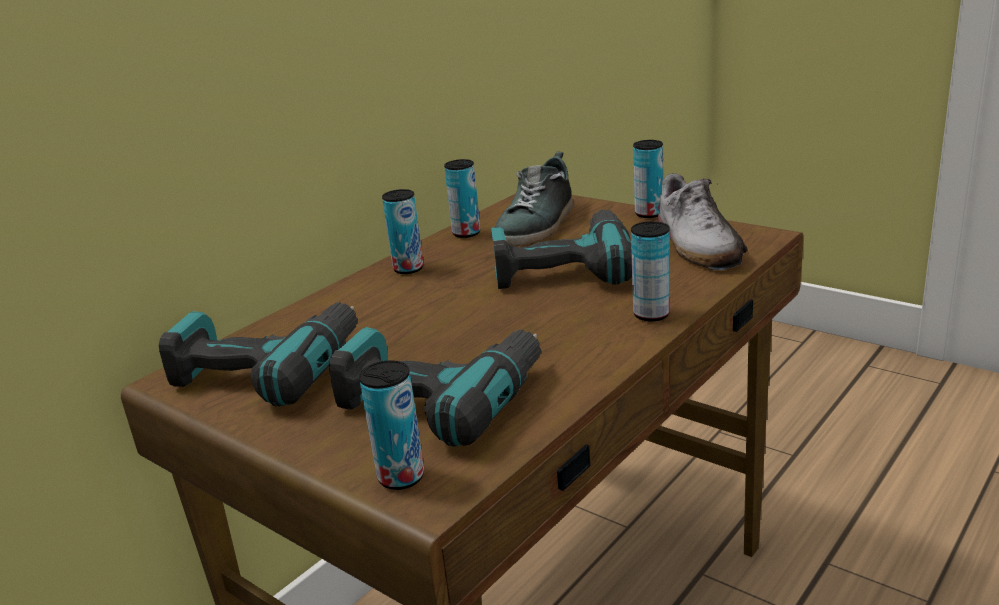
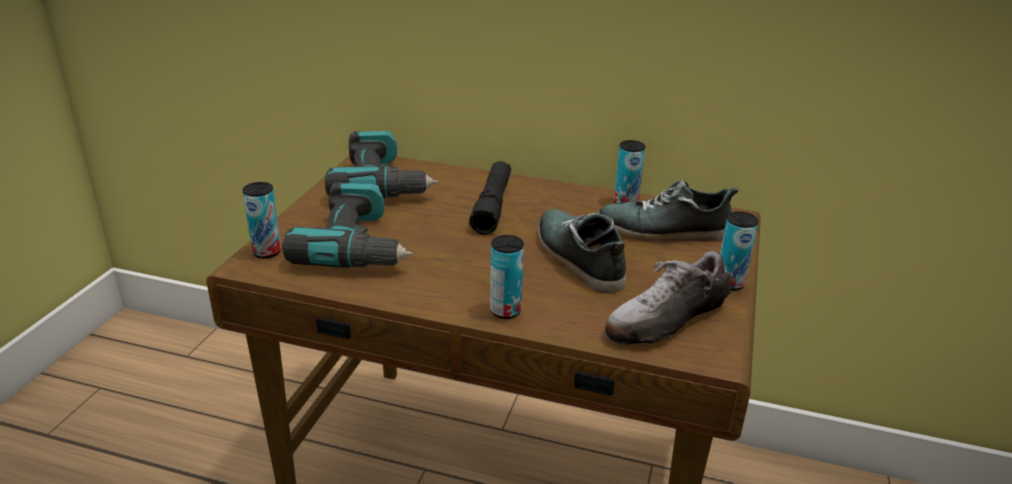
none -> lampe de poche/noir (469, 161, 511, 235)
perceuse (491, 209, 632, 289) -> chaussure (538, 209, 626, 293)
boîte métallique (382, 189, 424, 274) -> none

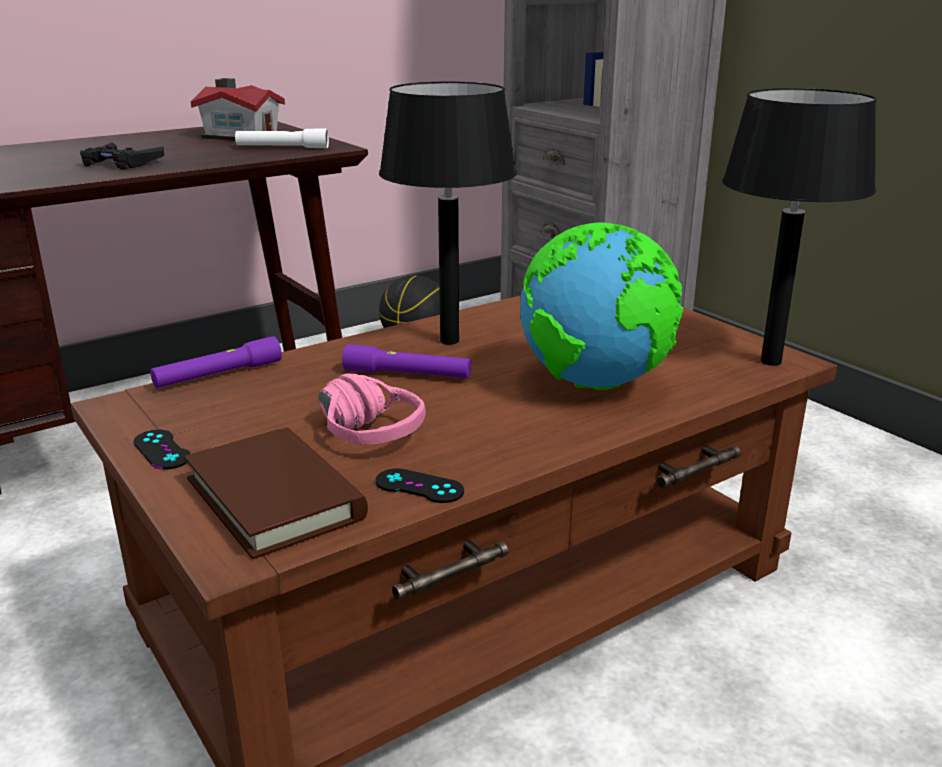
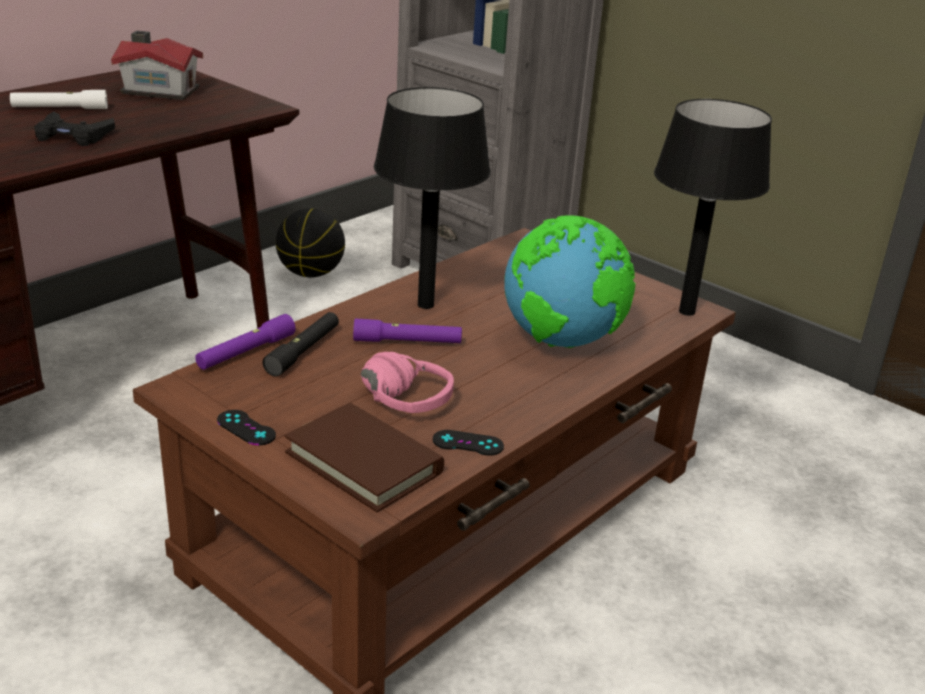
lampe de poche/blanc (235, 129, 329, 148) -> lampe de poche/blanc (10, 90, 107, 109), relocated
none -> lampe de poche/noir (263, 312, 339, 376)

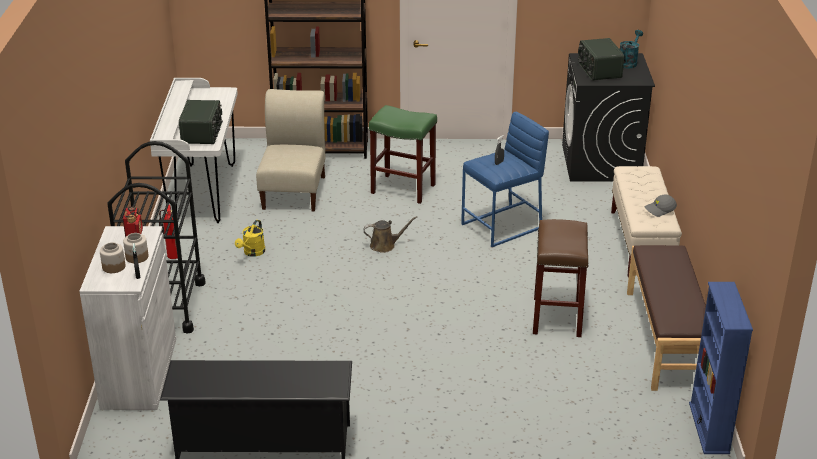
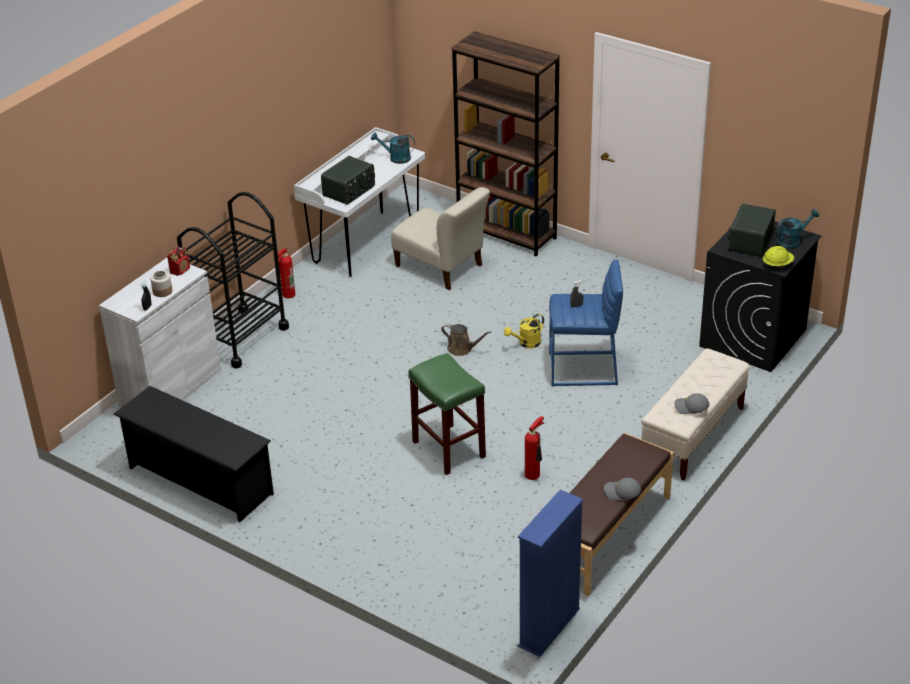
none -> arrosoir/turquoise (371, 132, 415, 164)
chaise/beige (256, 89, 325, 212) -> chaise/beige (391, 187, 490, 290), 90 degrees clockwise
tabouret/vert (369, 105, 437, 204) -> tabouret/vert (408, 353, 486, 475), relocated
arrosoir/jaune (235, 220, 265, 257) -> arrosoir/jaune (504, 314, 544, 348), relocated
tabouret/marron (533, 219, 589, 337) -> extincteur (525, 416, 544, 480)
none -> casquette/gris (604, 478, 641, 500)
none -> casque de chantier/jaune (763, 246, 794, 269)
bocal (100, 242, 125, 273) -> none

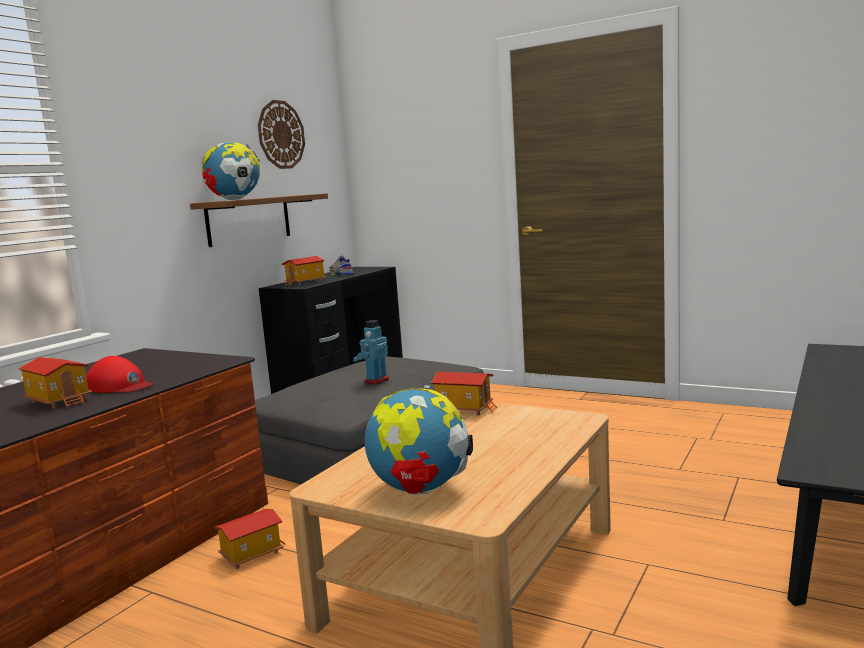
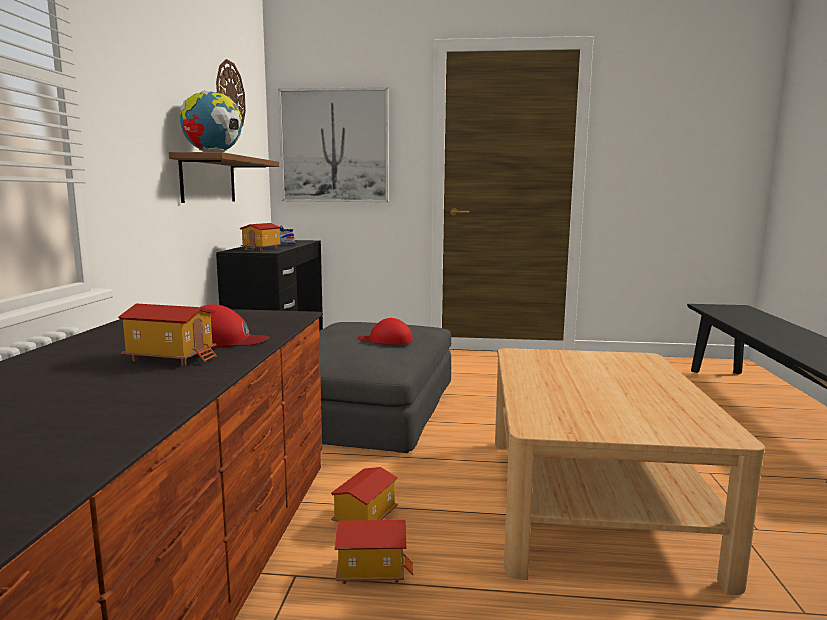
none -> tableau (278, 87, 389, 202)
maison miniature (431, 372, 497, 415) -> maison miniature (335, 520, 414, 584), relocated
robot jouet (353, 320, 389, 385) -> casquette/rouge (358, 318, 413, 345)
globe (365, 385, 473, 495) -> none

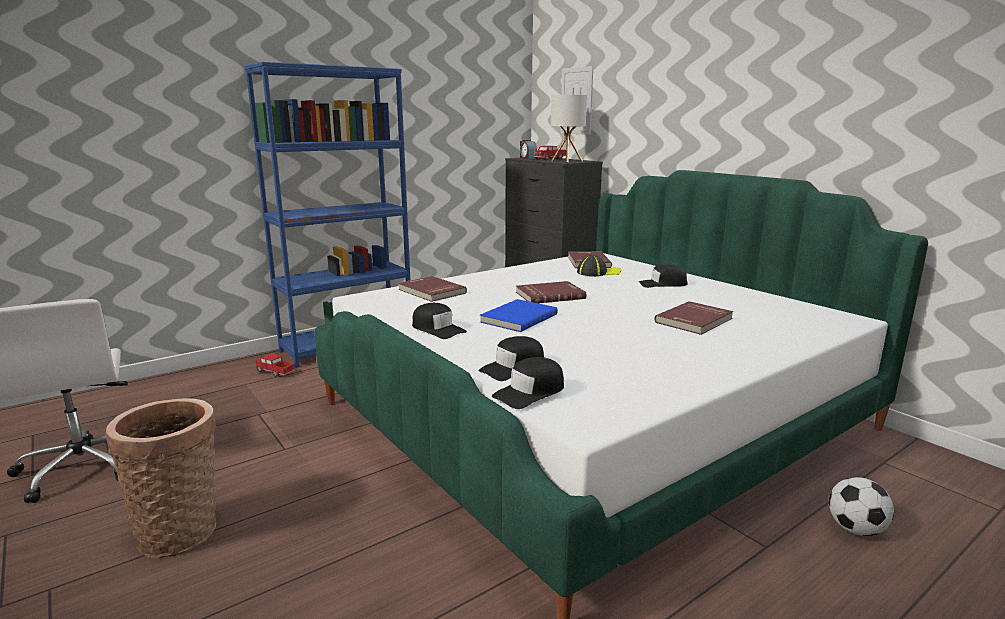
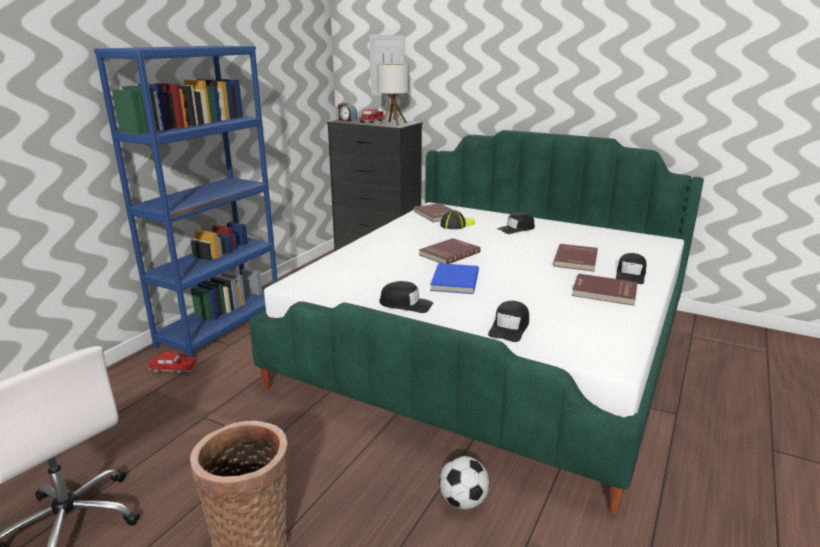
ballon de foot (829, 477, 894, 536) -> ballon de foot (439, 456, 490, 509), relocated
livre/rouge (398, 276, 467, 302) -> livre/rouge (572, 274, 638, 306), relocated
casquette/noir (492, 357, 564, 409) -> casquette/noir (616, 253, 646, 284), relocated

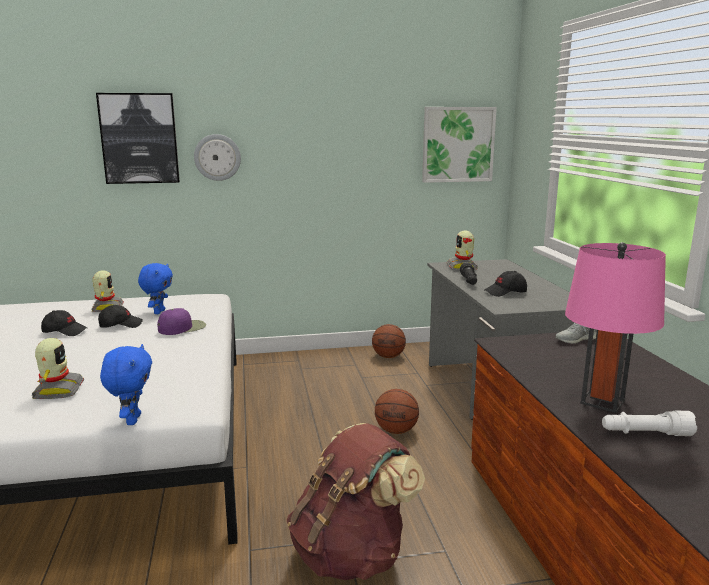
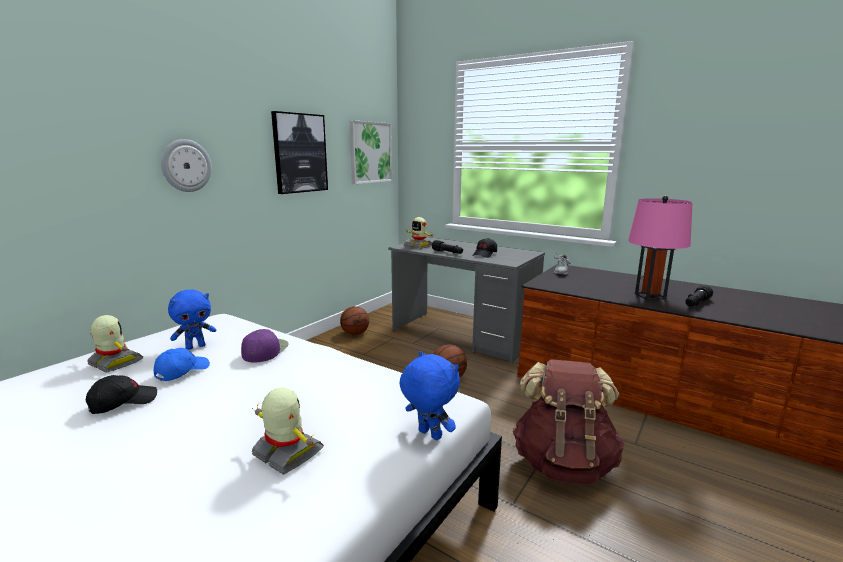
casquette/noir (98, 305, 143, 328) -> casquette/bleu (154, 348, 210, 381)
peluche/bleu (138, 263, 173, 314) -> peluche/bleu (168, 289, 216, 350), 90 degrees clockwise
tableau (96, 93, 180, 184) -> tableau (271, 111, 328, 194), relocated
lampe de poche/blanc (602, 411, 697, 436) -> lampe de poche/noir (685, 285, 713, 306)

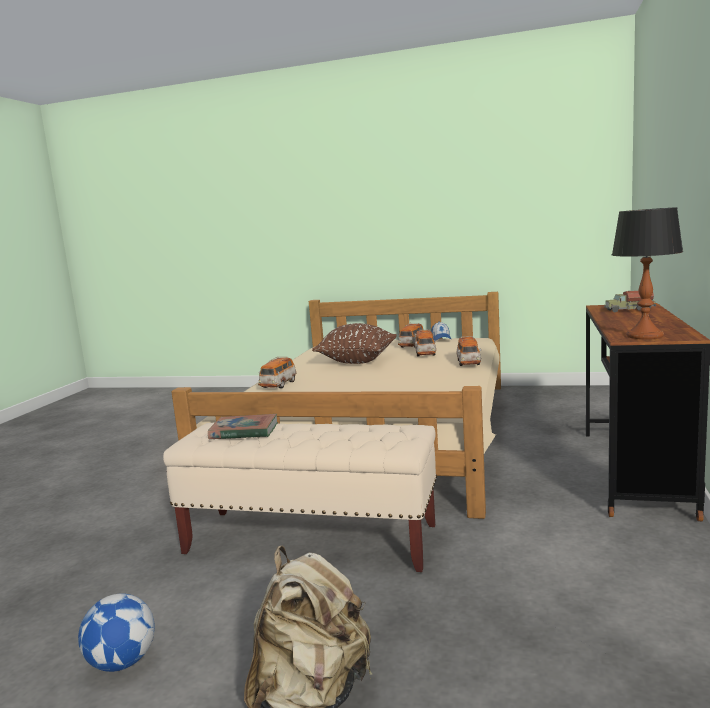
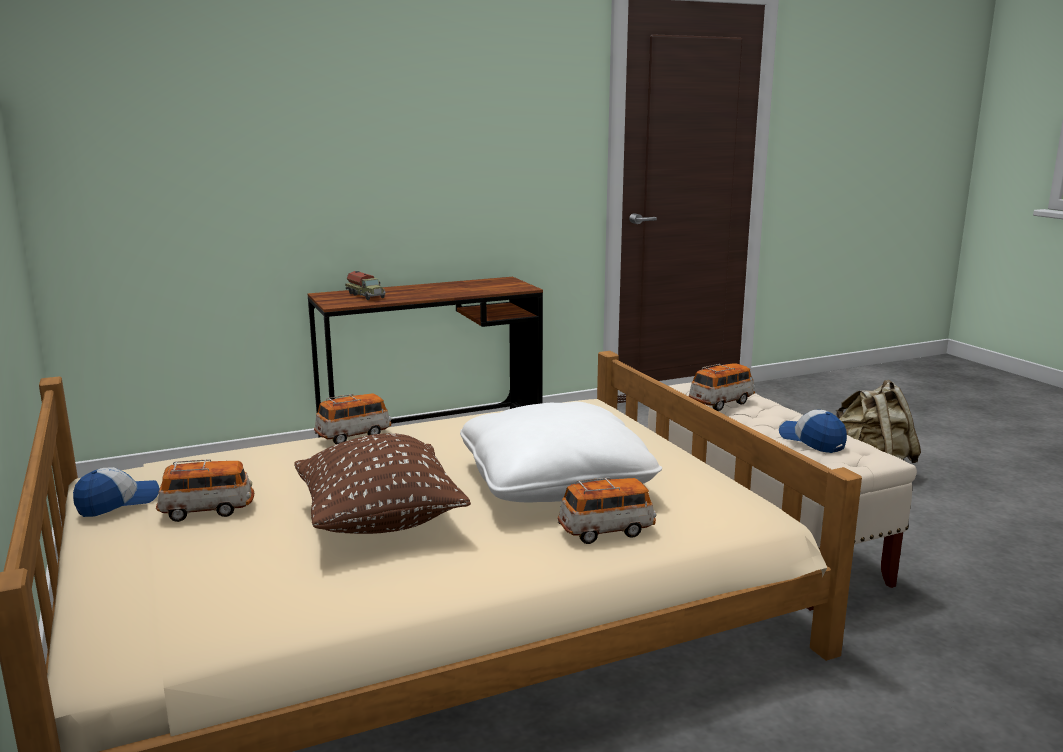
none -> coussin/blanc (460, 402, 662, 502)
petite voiture (415, 329, 436, 357) -> petite voiture (689, 363, 755, 411), relocated
livre (208, 414, 278, 439) -> casquette (779, 410, 847, 453)
ballon de foot (78, 594, 155, 672) -> none
lampe de table (612, 207, 683, 339) -> none

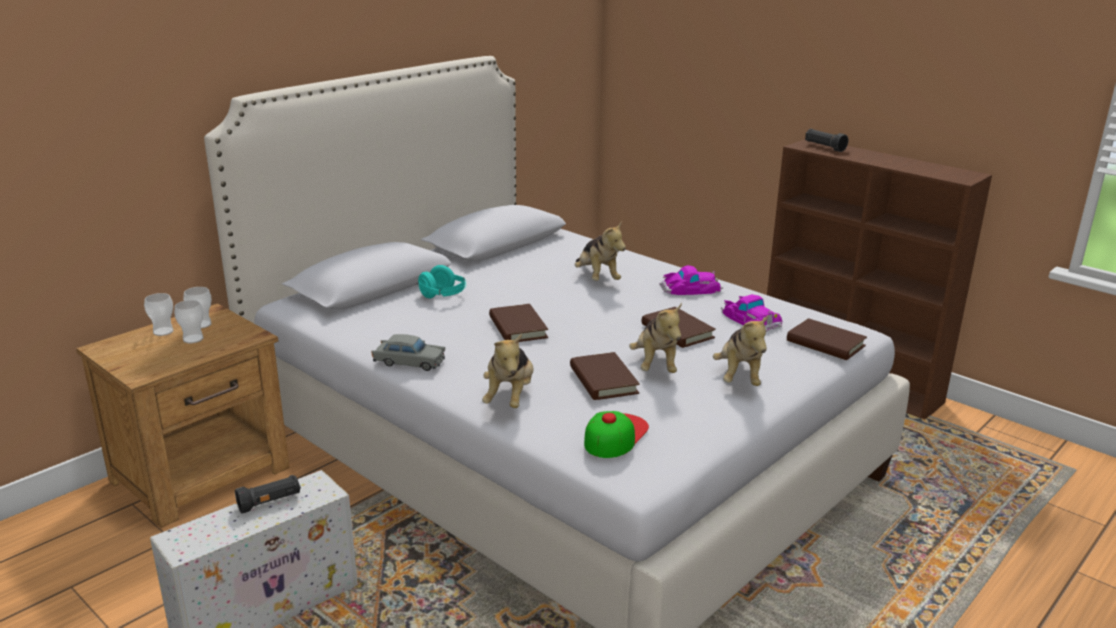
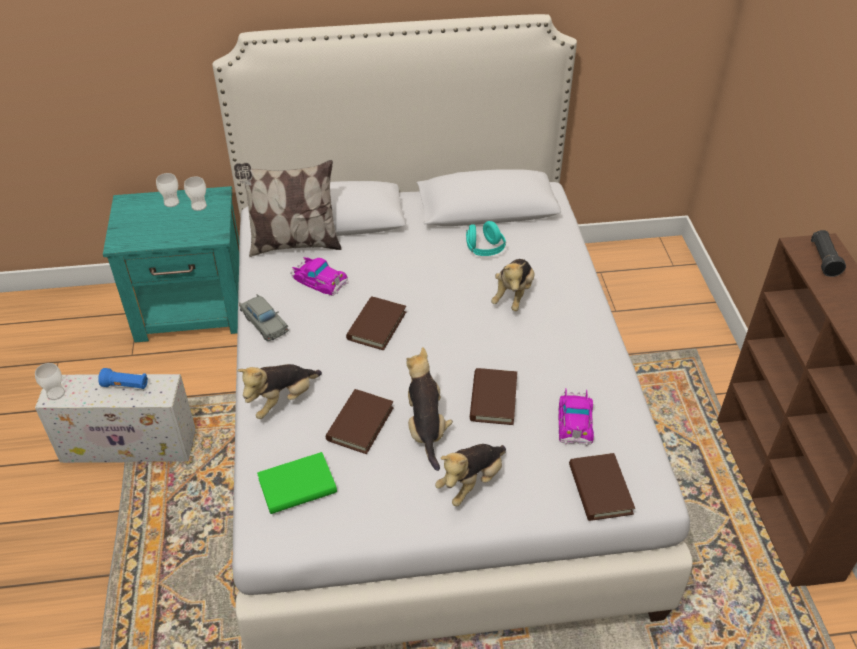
tasse (174, 300, 204, 343) -> tasse (35, 363, 65, 400), relocated
lampe de poche/noir (235, 475, 301, 514) -> lampe de poche/bleu (98, 368, 148, 389)
table de chevet/marron (76, 303, 290, 528) -> table de chevet/turquoise (103, 186, 239, 343)
none -> coussin (234, 160, 342, 257)
casquette (584, 411, 649, 458) -> livre/vert (257, 452, 337, 514)
petite voiture (659, 265, 723, 295) -> petite voiture (290, 257, 349, 296), relocated
peluche (629, 303, 682, 373) -> peluche (406, 347, 453, 471), 135 degrees clockwise
casque audio/turquoise (417, 265, 466, 298) -> casque audio/turquoise (466, 221, 506, 256), relocated

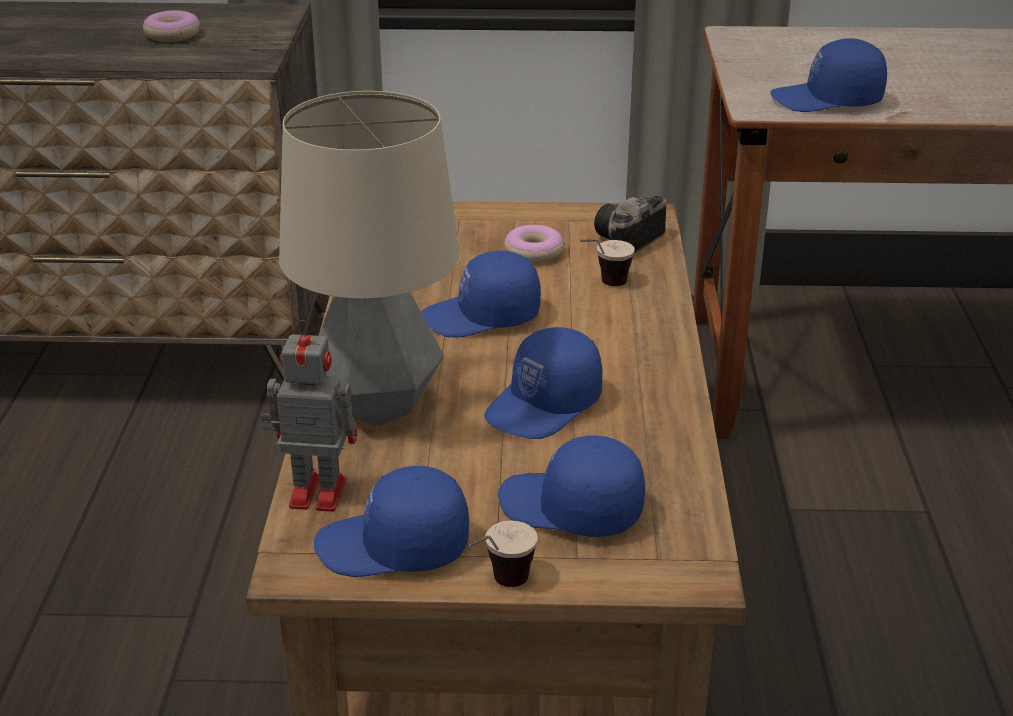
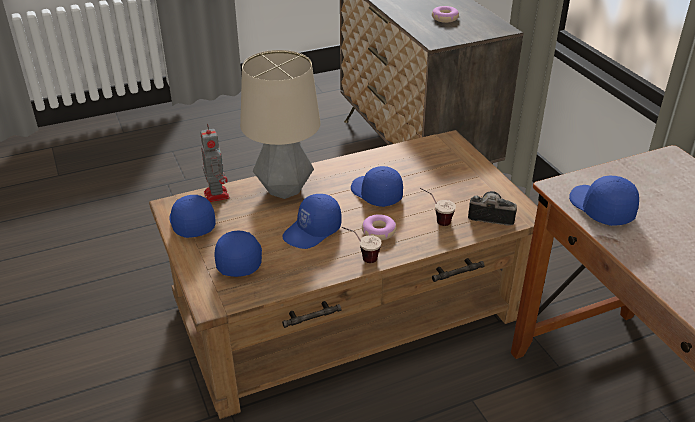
casquette/bleu (484, 327, 602, 439) -> casquette/bleu (282, 194, 341, 249), 60 degrees counterclockwise
tasse (468, 521, 538, 587) -> tasse (341, 227, 382, 263), relocated
beignet (504, 225, 565, 263) -> beignet (362, 214, 396, 240), relocated

